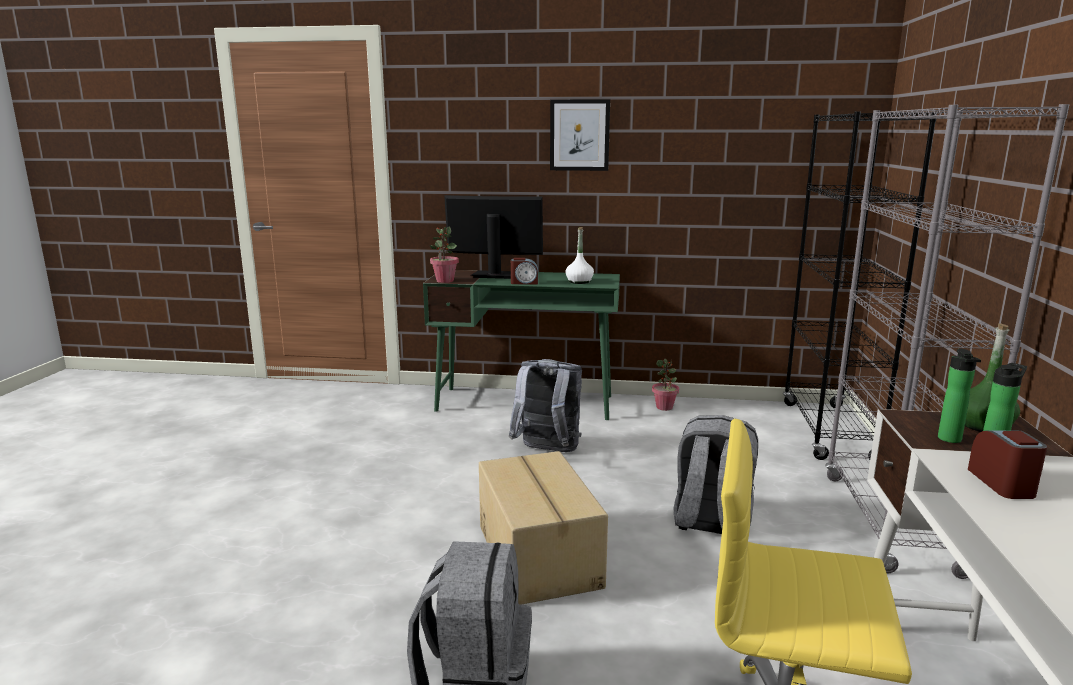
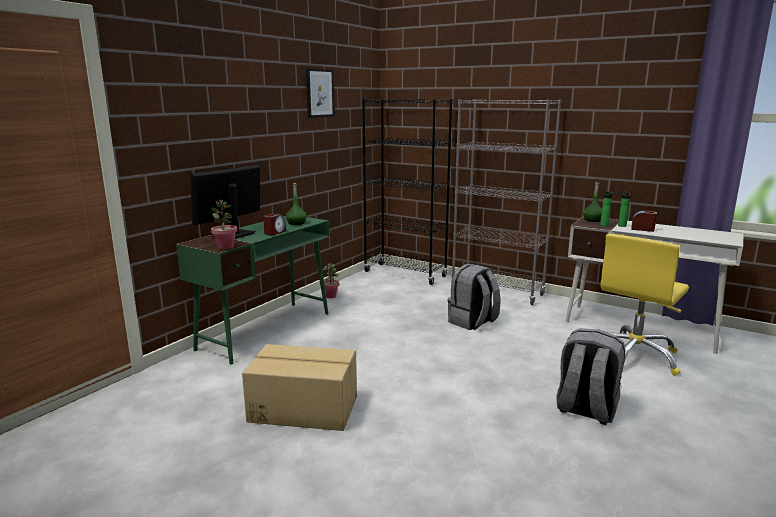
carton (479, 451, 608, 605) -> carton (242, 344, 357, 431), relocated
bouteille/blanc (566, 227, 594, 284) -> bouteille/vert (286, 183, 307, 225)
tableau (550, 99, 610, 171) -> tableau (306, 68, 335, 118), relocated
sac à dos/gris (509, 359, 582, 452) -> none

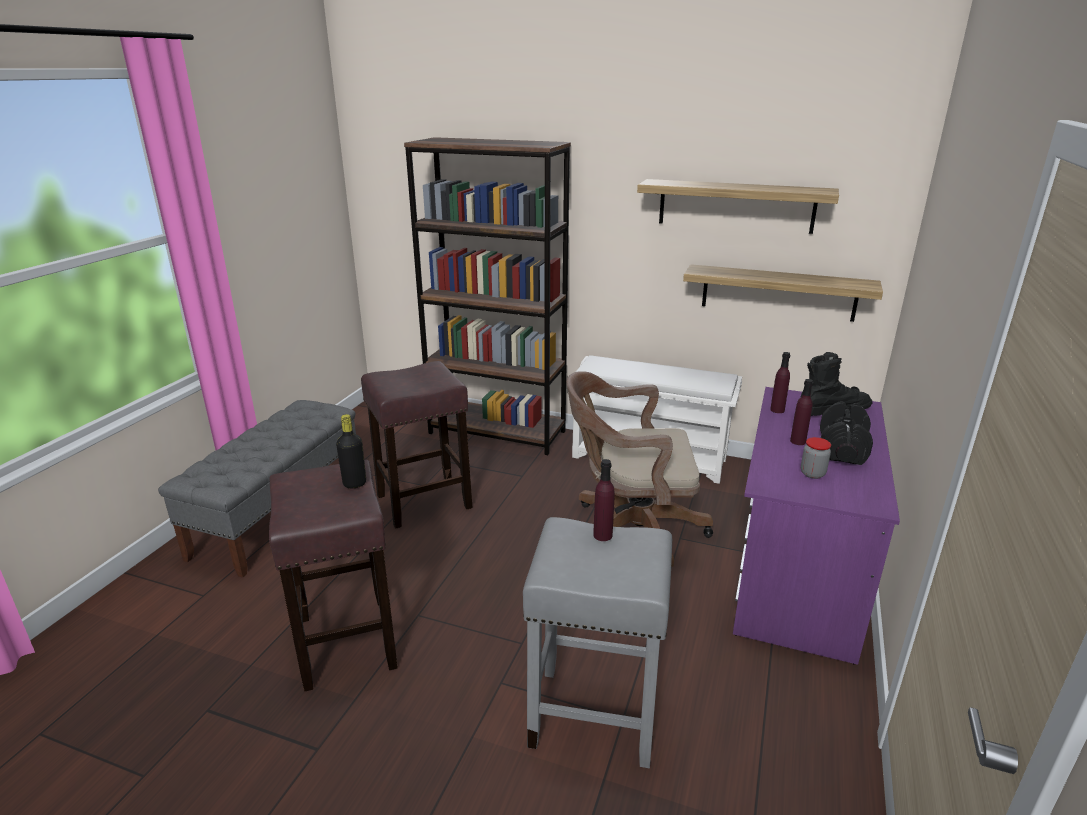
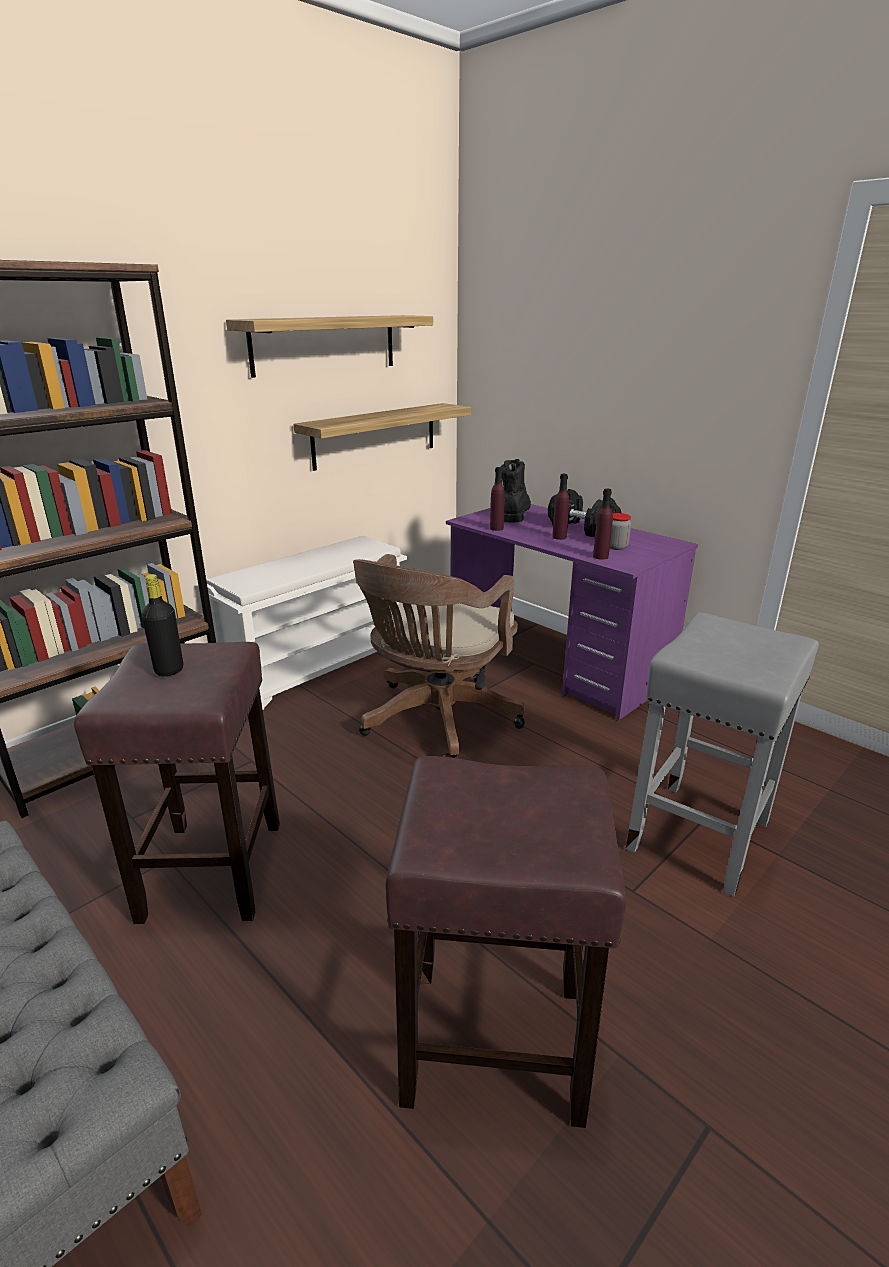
bouteille/noir (336, 414, 366, 488) -> bouteille/noir (142, 574, 183, 677), relocated
bouteille/violet (593, 459, 615, 541) -> bouteille/violet (593, 489, 613, 560), relocated

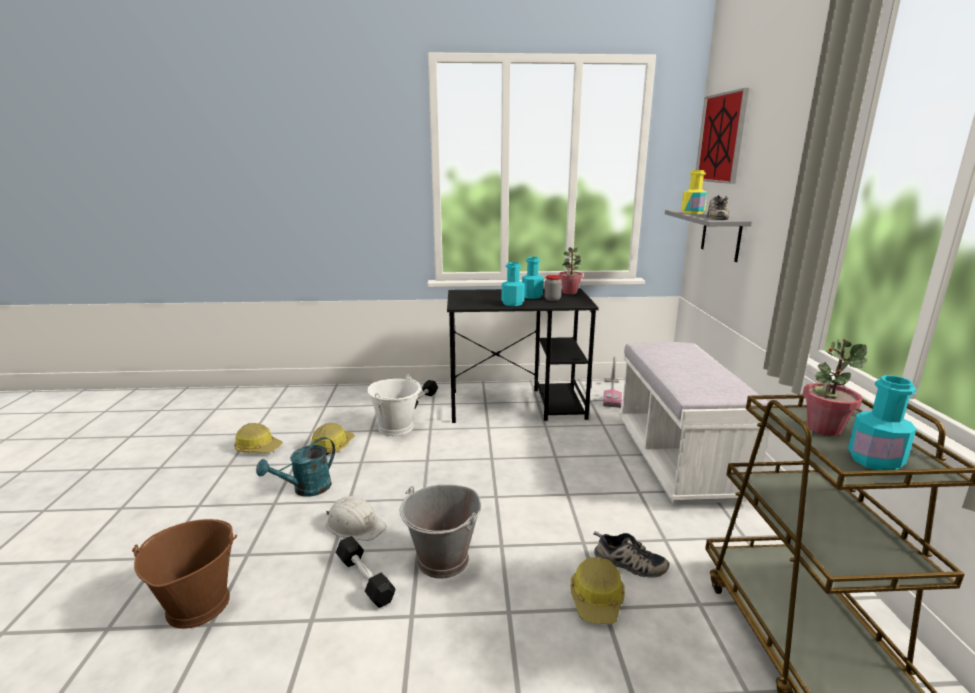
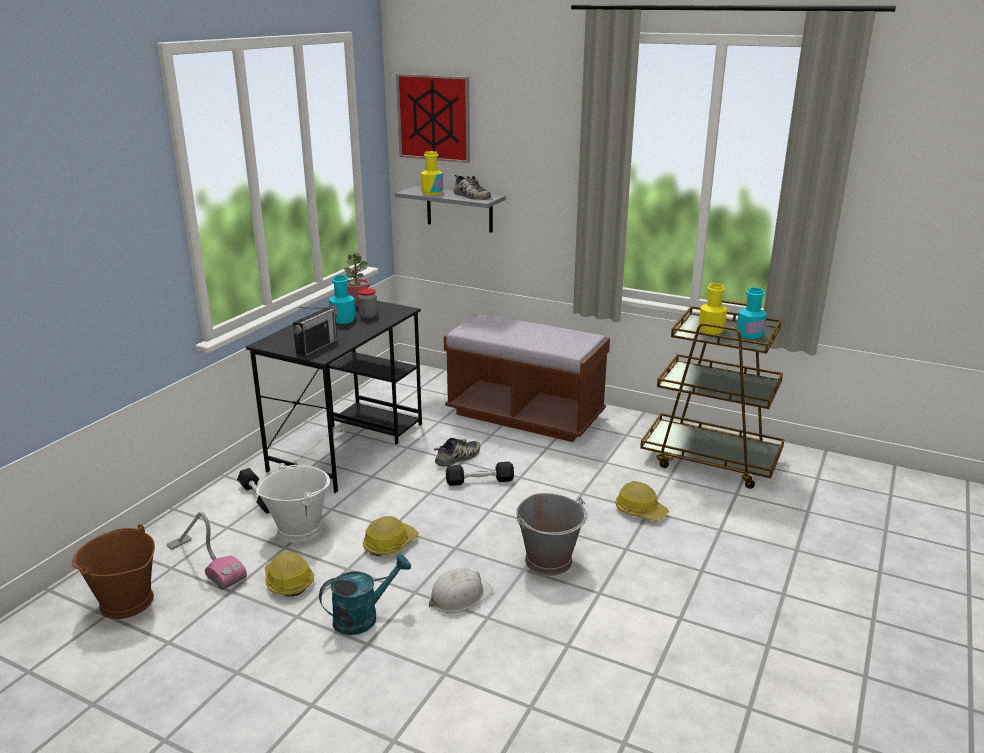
seau/marron (132, 519, 237, 629) -> seau/marron (72, 524, 155, 619), relocated
aspirateur (603, 356, 622, 408) -> aspirateur (167, 512, 247, 590), relocated
none -> radio (293, 307, 337, 357)
arrosoir/turquoise (256, 437, 335, 497) -> arrosoir/turquoise (319, 554, 411, 635), 105 degrees counterclockwise
casque de chantier (234, 423, 283, 453) -> casque de chantier (363, 516, 419, 556), relocated
chaussure (593, 532, 669, 578) -> chaussure (434, 438, 480, 466), relocated
banc/blanc (619, 342, 773, 504) -> banc/marron (444, 314, 610, 442)
haltère/noir (336, 536, 395, 608) -> haltère/noir (446, 462, 514, 486), relocated
plante en pot (803, 338, 867, 436) -> bouteille/jaune (698, 283, 727, 334)
bouteille/turquoise (502, 262, 525, 306) -> none

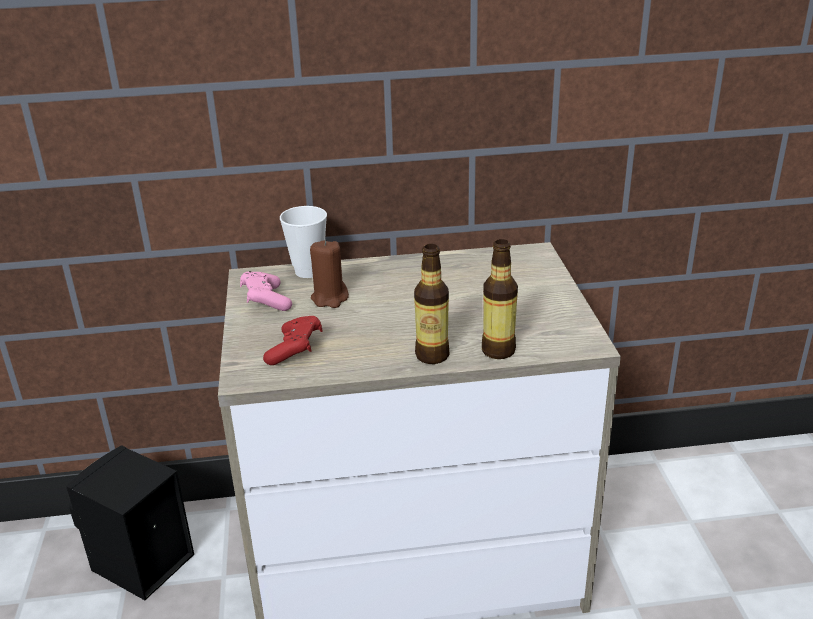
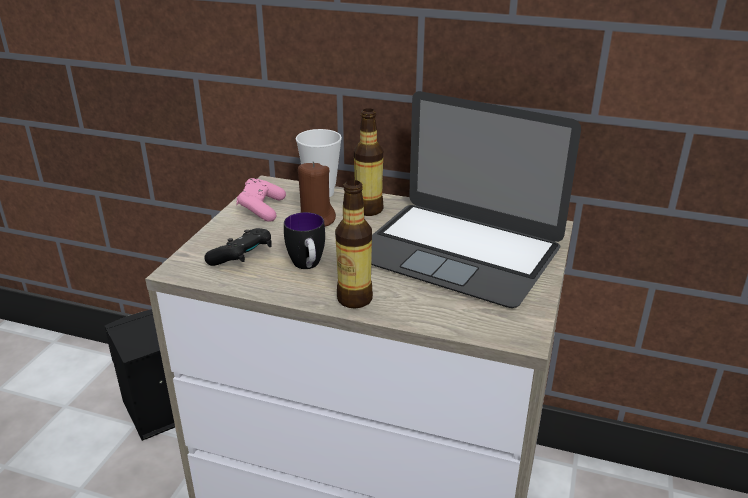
manette/rouge (263, 316, 323, 365) -> manette/noir (204, 228, 272, 266)
none -> mug (284, 212, 325, 269)
bouteille (482, 239, 518, 359) -> bouteille (354, 108, 384, 216), relocated
none -> ordinateur portable (371, 91, 581, 308)

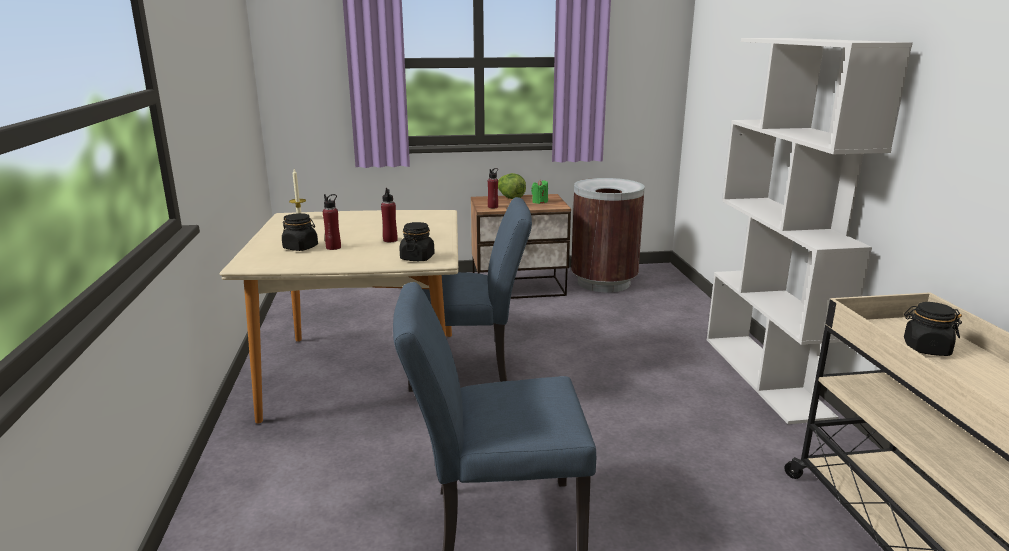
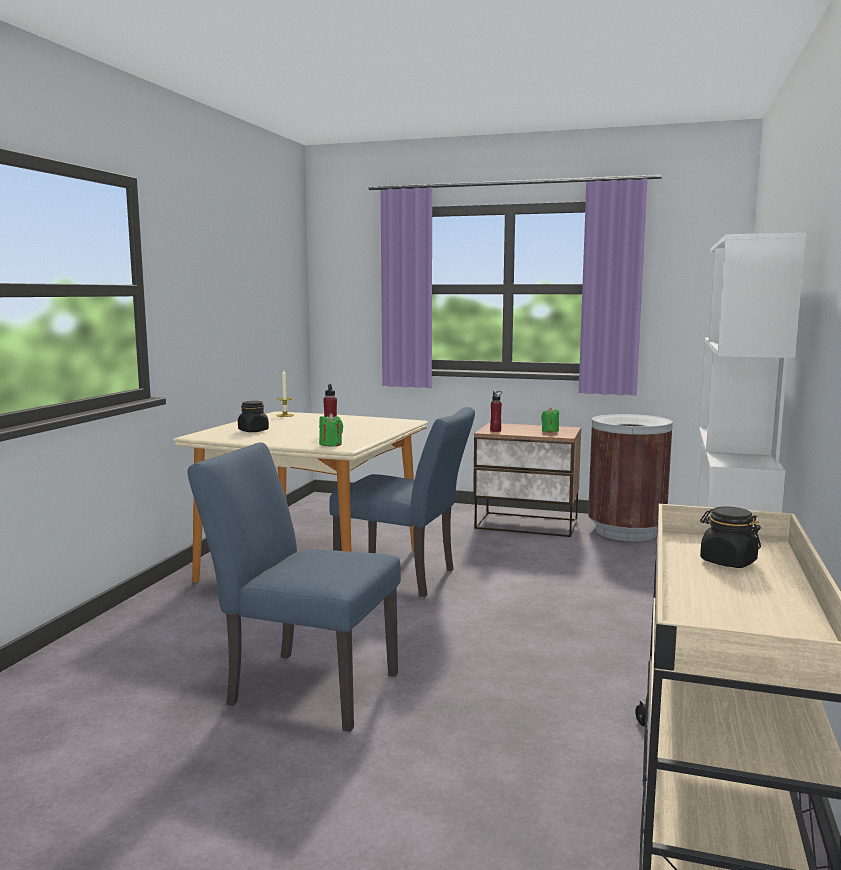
bocal/noir (400, 222, 435, 261) -> bougie/vert (319, 413, 343, 447)
bouteille/rouge (323, 194, 341, 250) -> none
laitue (498, 173, 526, 199) -> none

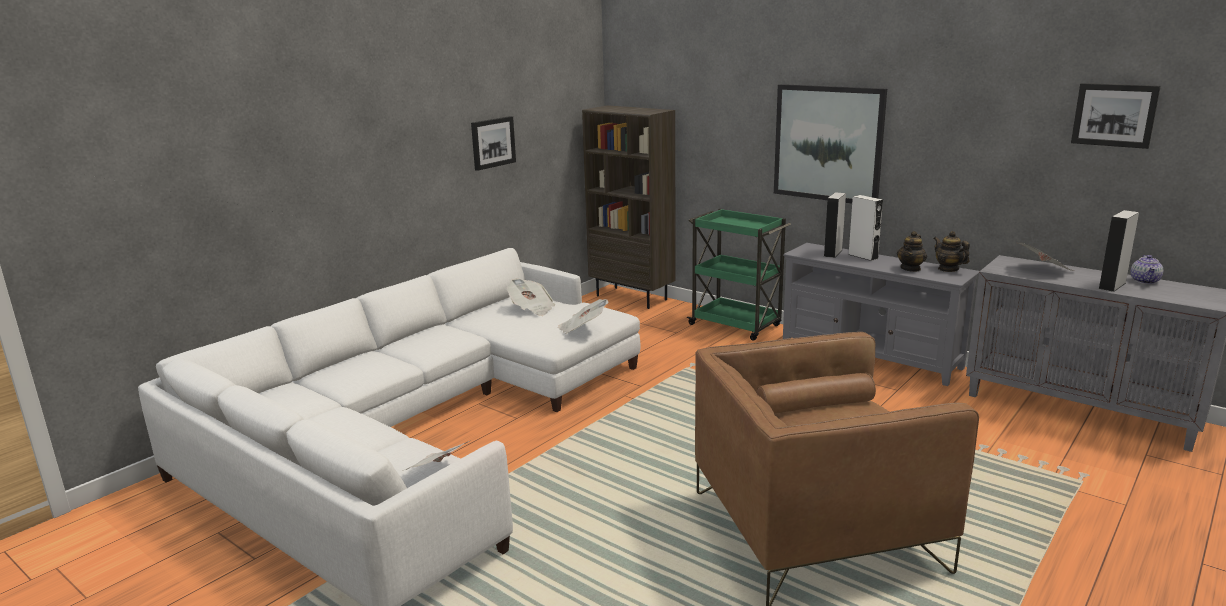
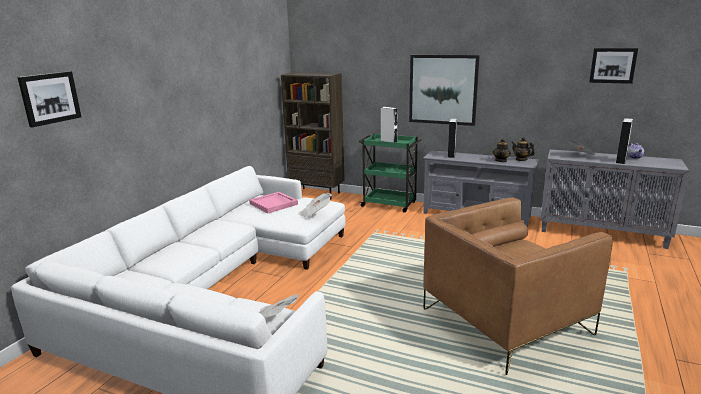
tableau (471, 116, 516, 171) -> tableau (17, 71, 81, 127), relocated
journal (506, 278, 555, 316) -> plateau/rose (249, 192, 298, 213)
enceinte/blanc (848, 195, 883, 261) -> enceinte/blanc (381, 107, 398, 142), relocated

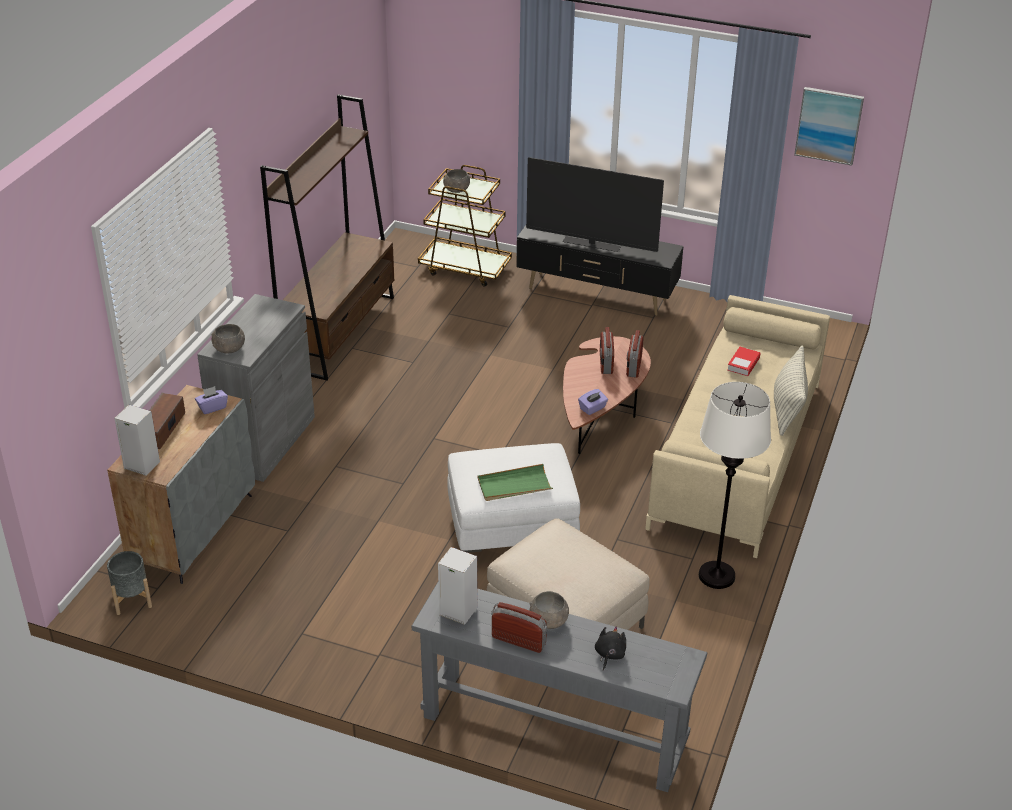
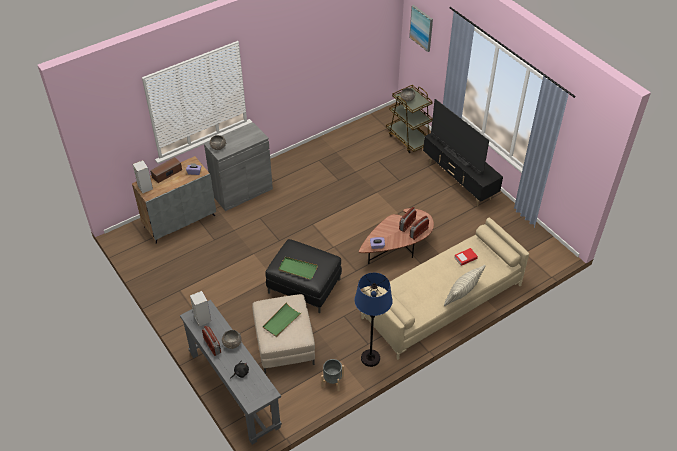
none -> plateau/vert (263, 302, 301, 337)
pouf/blanc (447, 443, 580, 553) -> pouf/noir (265, 239, 342, 313)
cache-pot/gris (107, 551, 152, 615) -> cache-pot/gris (321, 359, 344, 391), relocated
lampadaire/blanc (699, 382, 771, 589) -> lampadaire/bleu (355, 273, 393, 367)
tableau (794, 87, 864, 166) -> tableau (409, 5, 433, 52), relocated
bibliothèque/marron (260, 94, 394, 381) -> none

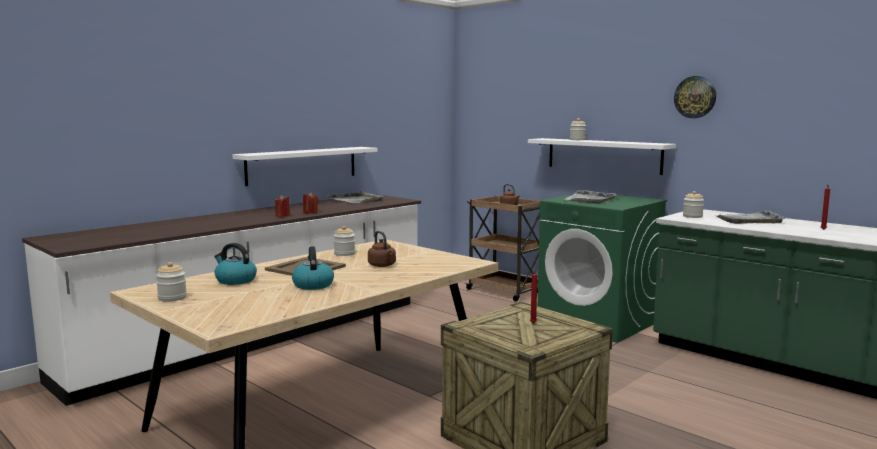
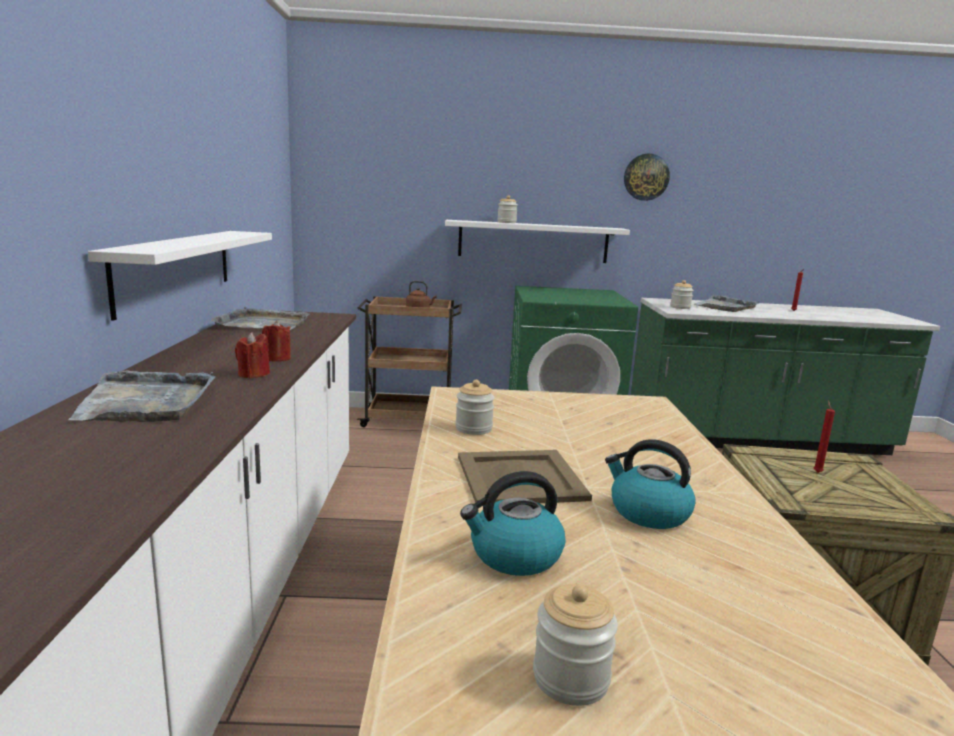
plateau/gris (564, 190, 618, 204) -> plateau/gris (68, 371, 216, 422), relocated
bouilloire/marron (368, 231, 396, 267) -> none

